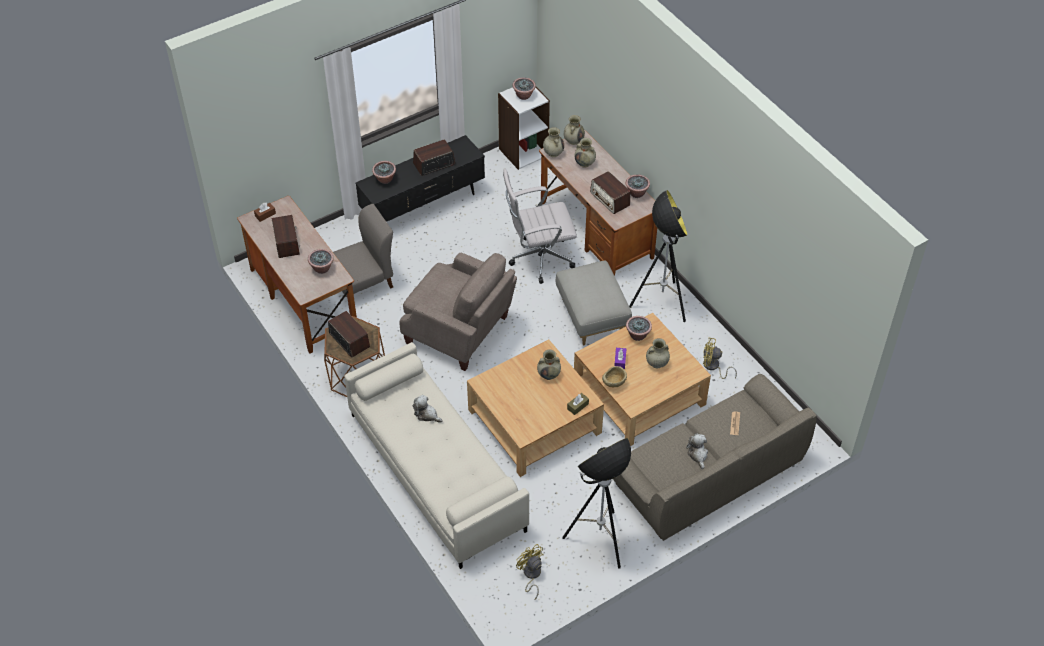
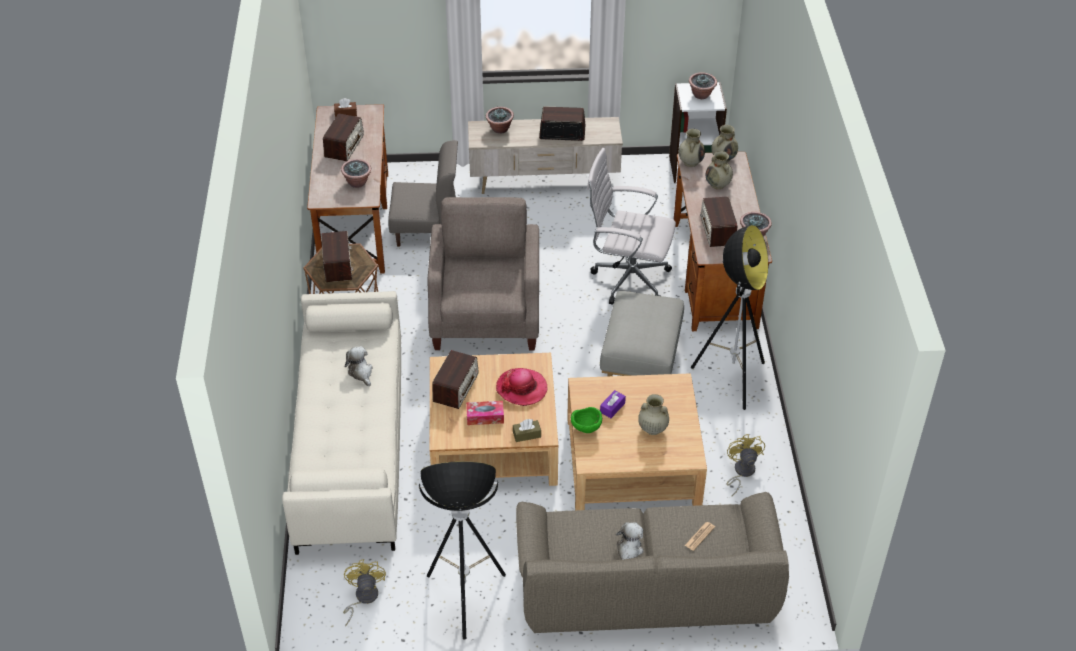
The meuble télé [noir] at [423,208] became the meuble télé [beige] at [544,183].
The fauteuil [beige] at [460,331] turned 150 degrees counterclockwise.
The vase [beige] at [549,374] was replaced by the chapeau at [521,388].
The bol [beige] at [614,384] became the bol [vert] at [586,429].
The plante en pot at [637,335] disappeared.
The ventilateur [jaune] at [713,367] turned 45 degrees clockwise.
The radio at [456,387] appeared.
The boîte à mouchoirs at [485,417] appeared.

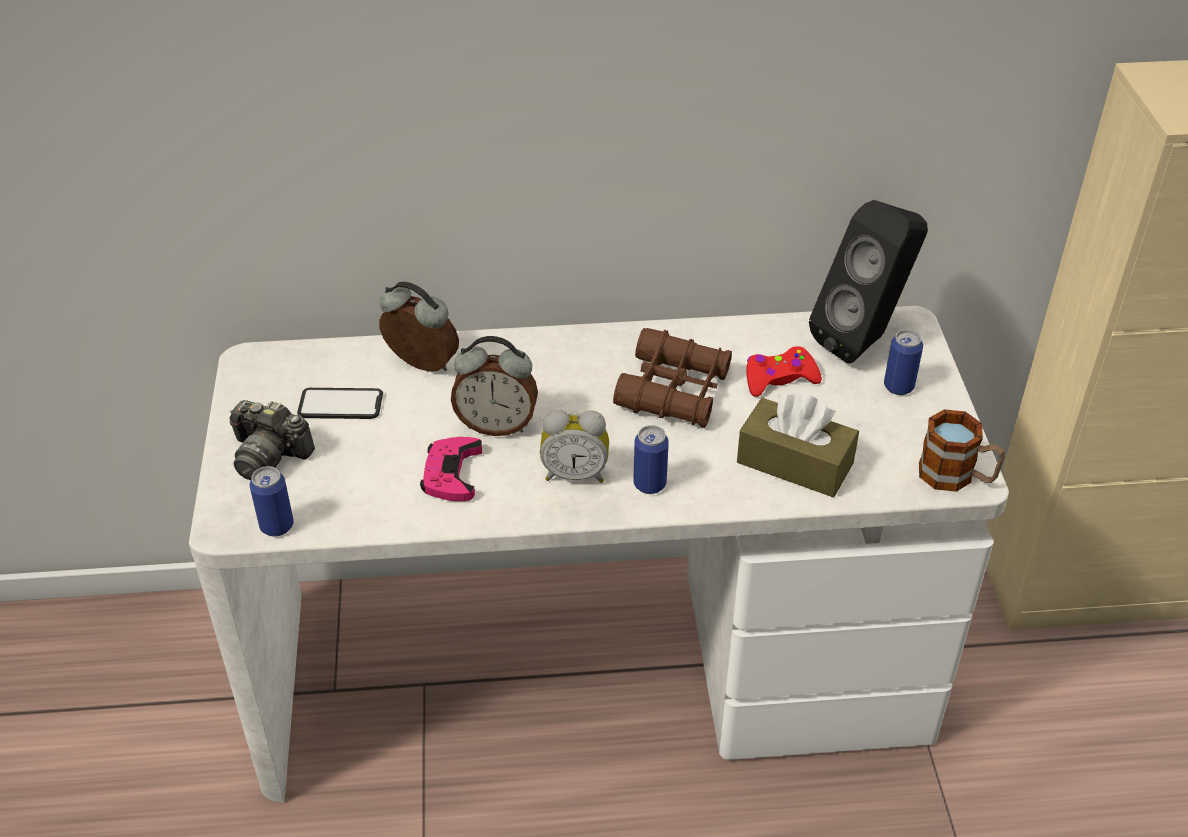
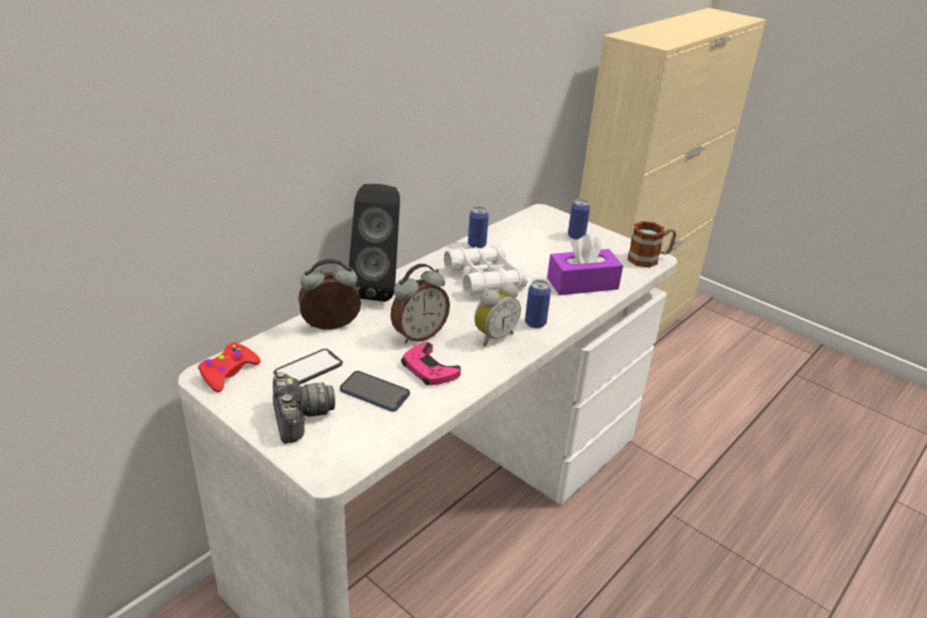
The appareil photo at [269,455] turned 90 degrees counterclockwise.
The boîte métallique moved from [277,526] to [477,245].
The jumelles [marron] at [674,390] became the jumelles [blanc] at [484,279].
The boîte à mouchoirs [marron] at [795,463] became the boîte à mouchoirs [violet] at [582,283].
The manette [rouge] moved from [779,379] to [228,372].
The enceinte [noir] moved from [863,341] to [379,288].
The téléphone at [374,393] appeared.

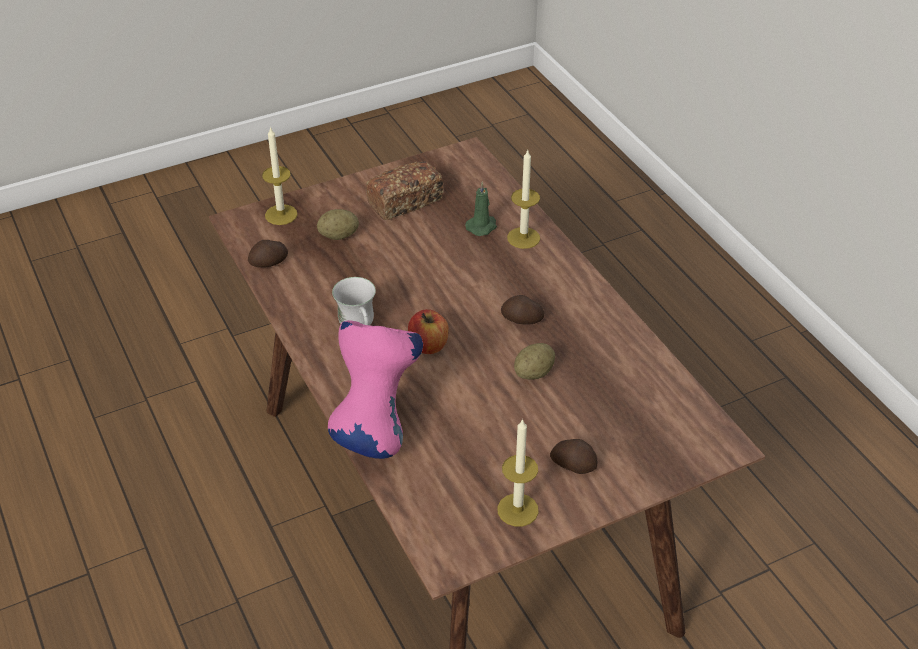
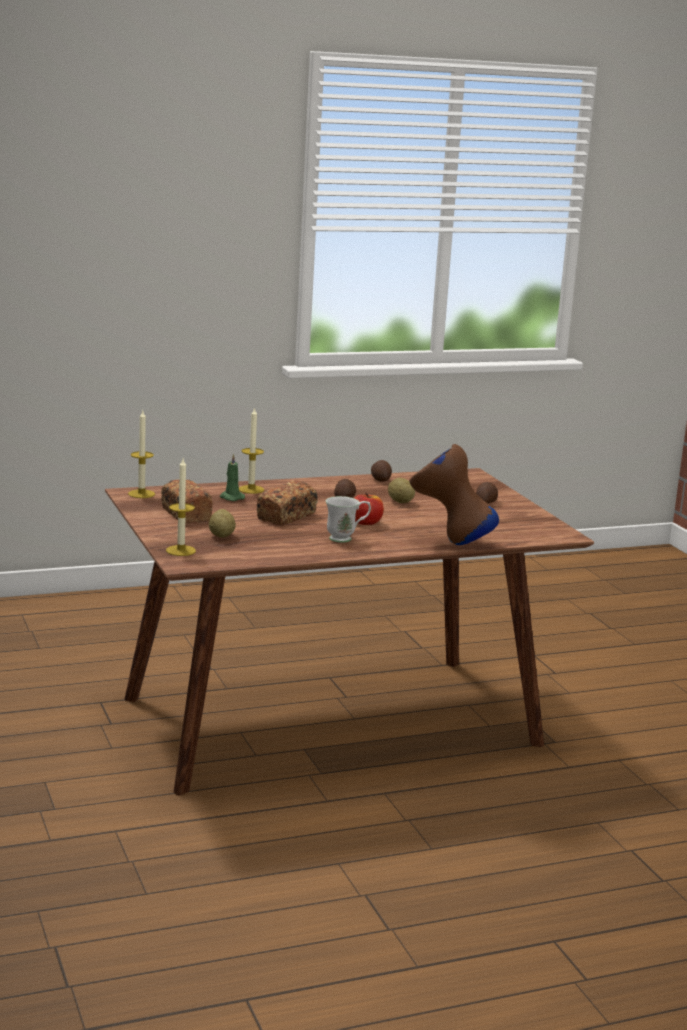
The pomme de terre moved from [269,263] to [380,479].
The vase [rose] at [376,429] became the vase [marron] at [449,541].
The bougie moved from [517,510] to [141,494].
The pain at [286,516] appeared.

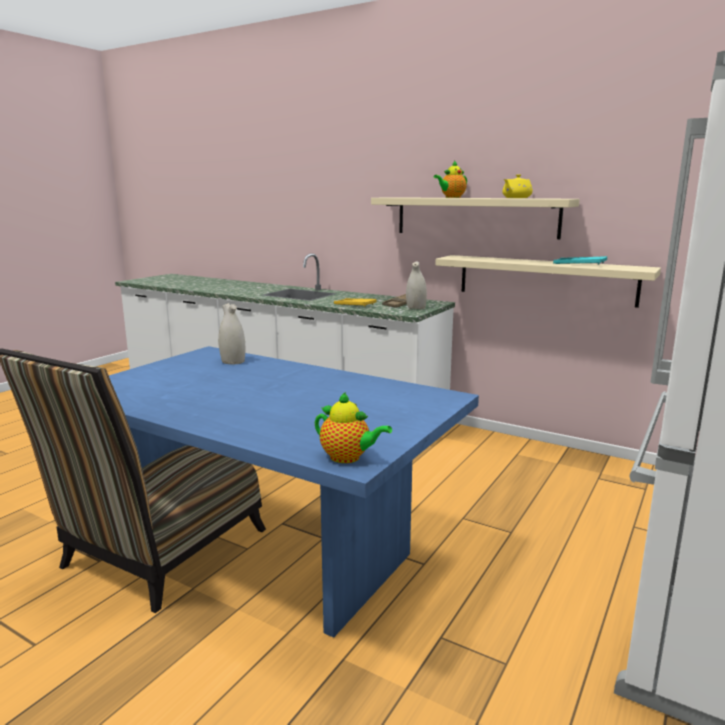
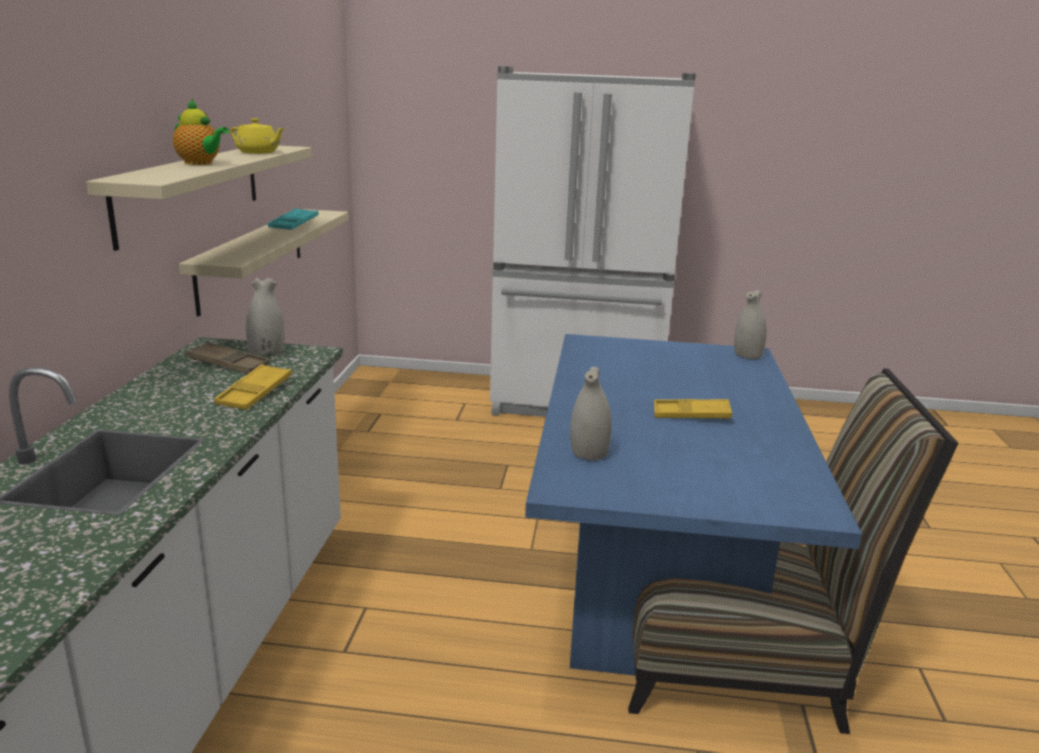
The théière at [348,458] was replaced by the vase [blanc] at [747,355].
The plateau [jaune] at [691,415] appeared.

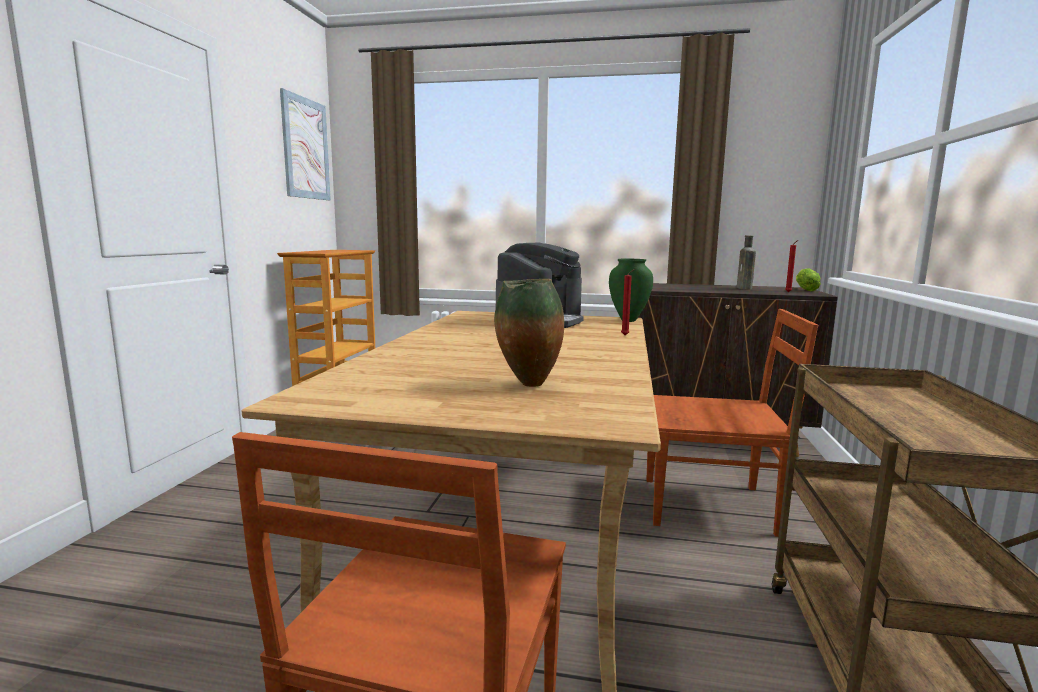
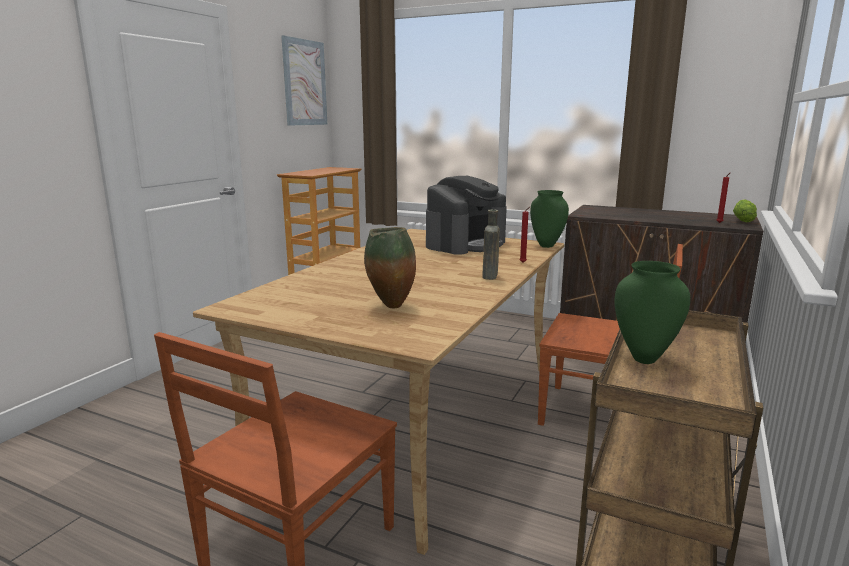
The bouteille [marron] moved from [744,288] to [490,276].
The vase [vert] at [644,358] appeared.

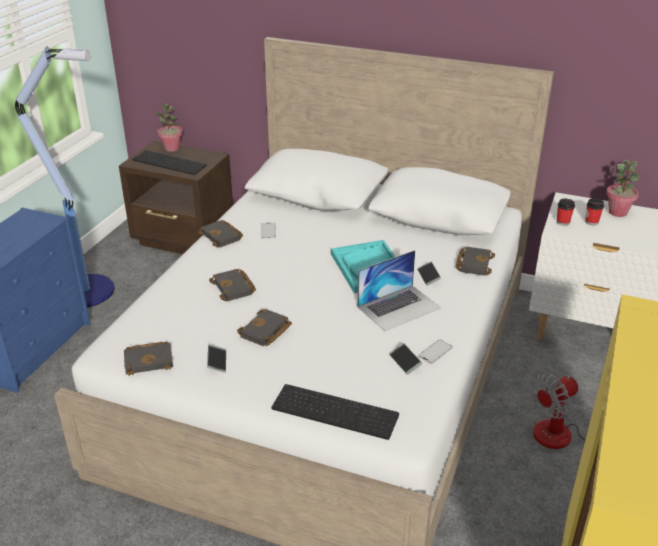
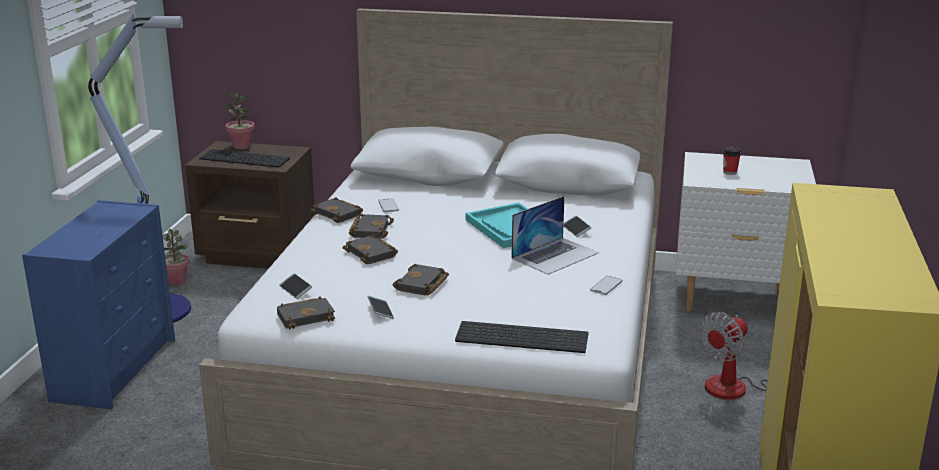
The téléphone moved from [405,362] to [295,290].
The livre [noir] moved from [473,263] to [370,230].
The tasse at [563,222] disappeared.
The plante en pot moved from [618,212] to [177,281].

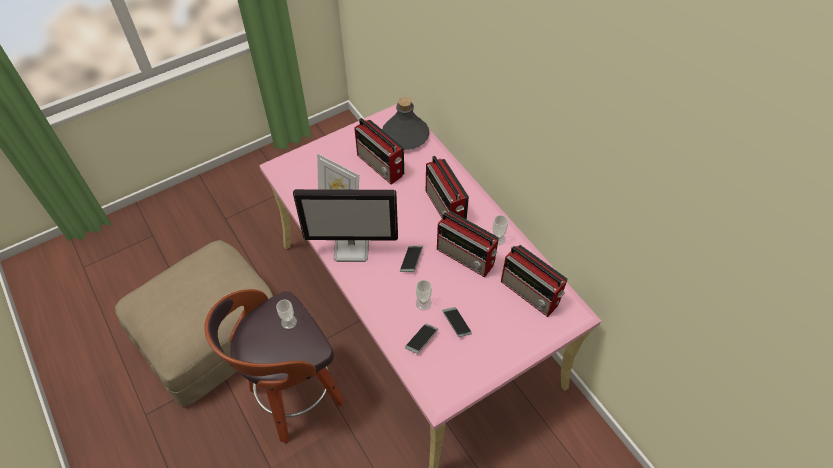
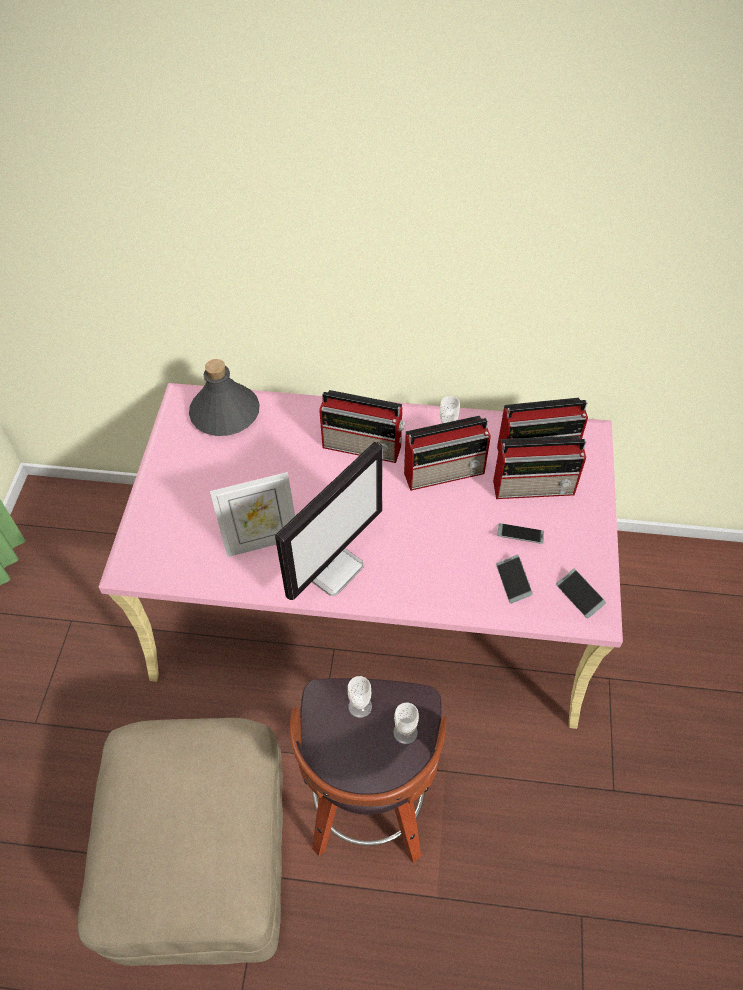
The radio moved from [381,166] to [535,486].
The téléphone moved from [411,260] to [579,596].
The tasse moved from [423,303] to [405,732].

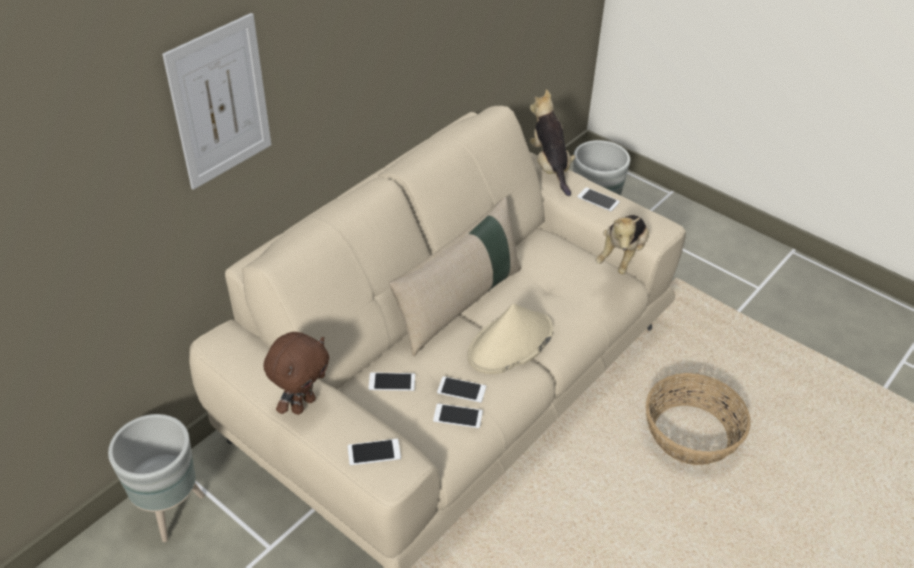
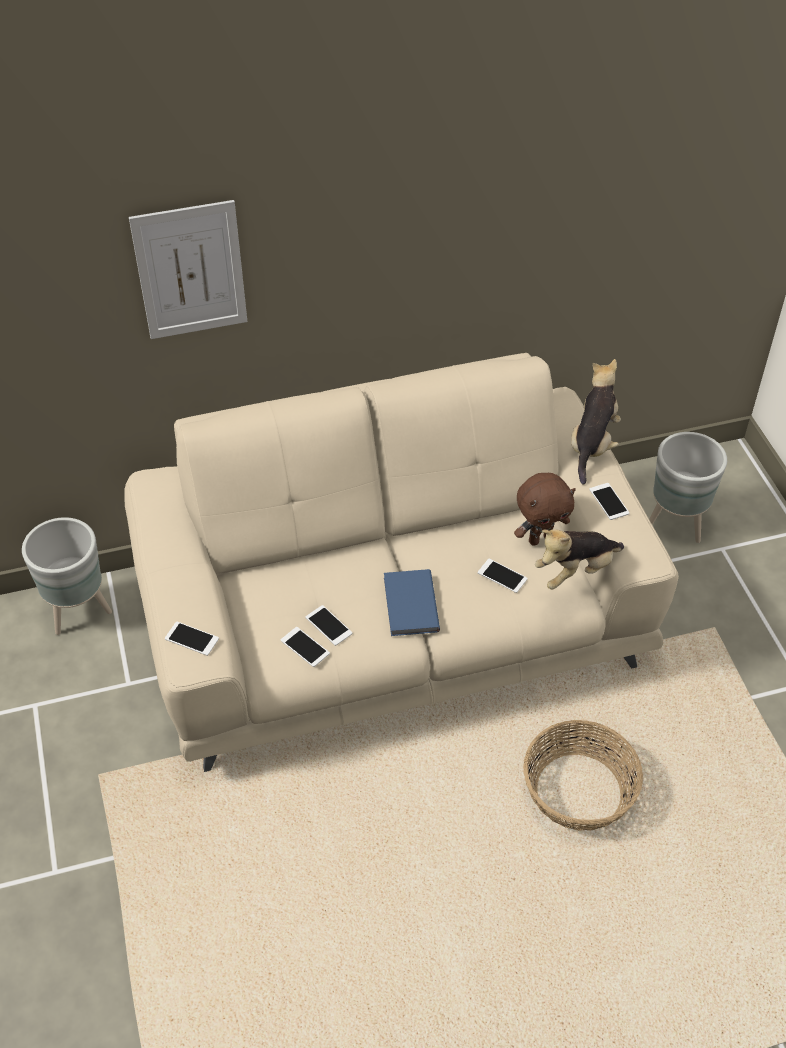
The peluche [marron] moved from [302,404] to [540,539].
The téléphone moved from [392,382] to [502,576].
The coussin [beige] at [459,303] disappeared.
The chapeau [beige] at [510,343] was replaced by the livre [bleu] at [409,605].

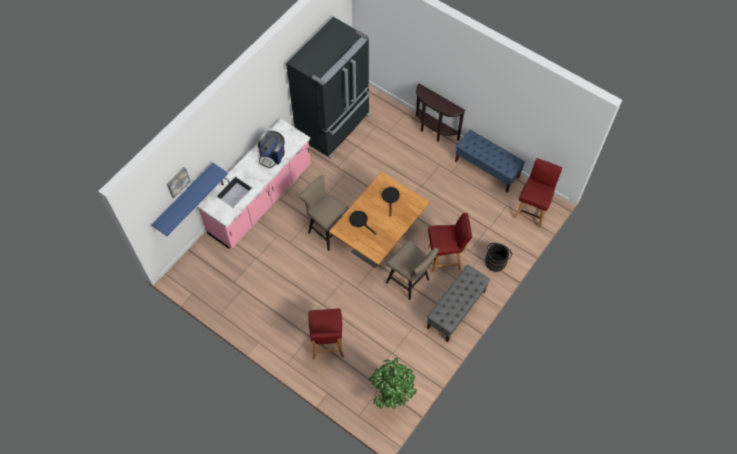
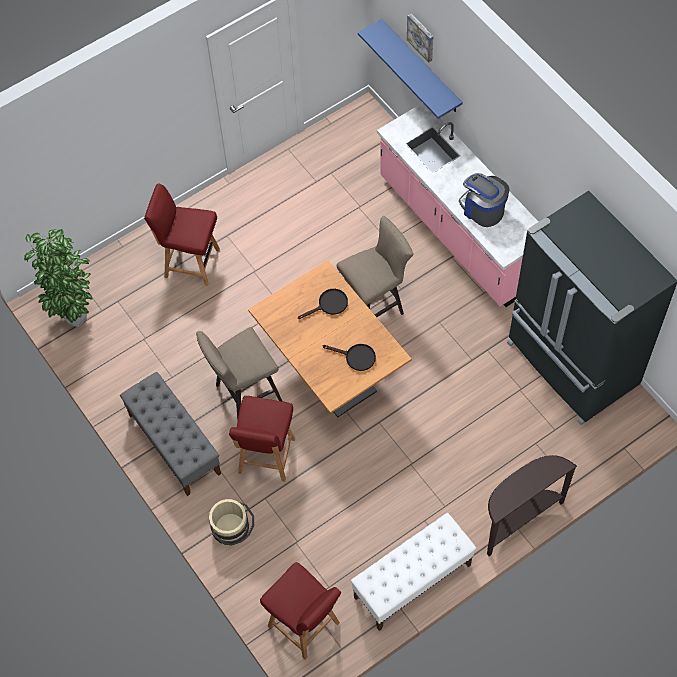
The banc [bleu] at [487,169] became the banc [blanc] at [412,581].
The seau [noir] at [496,260] became the seau [beige] at [233,532].

